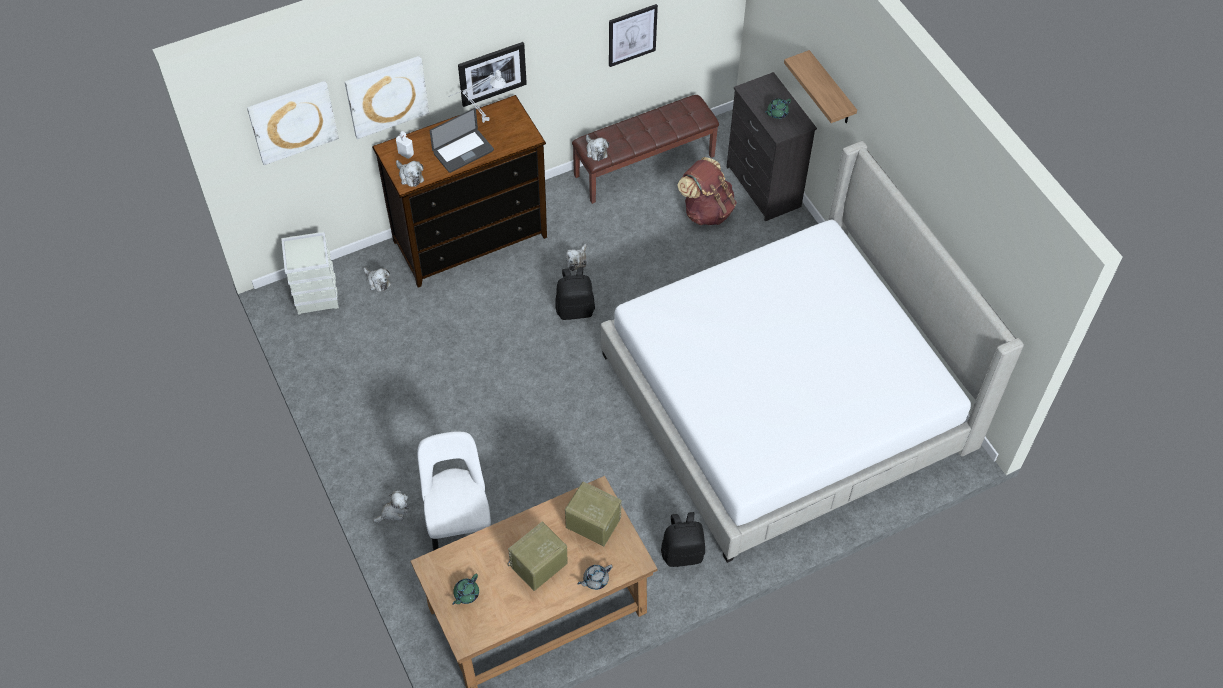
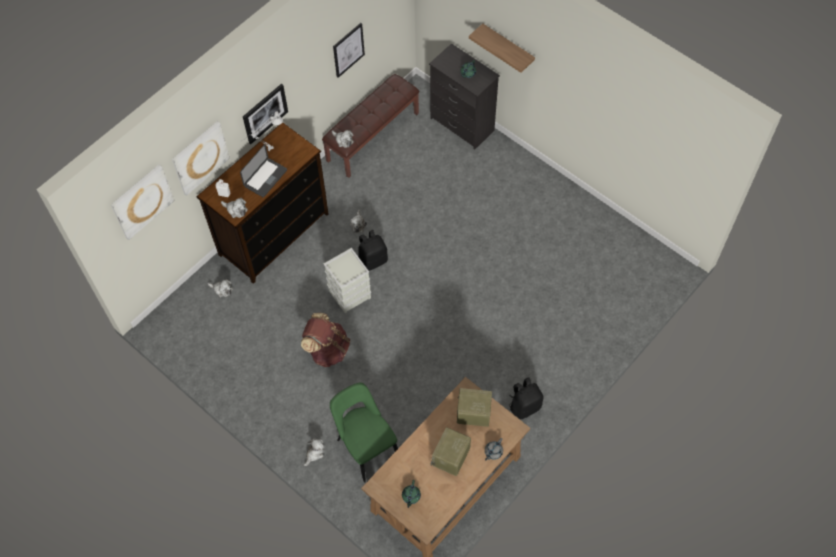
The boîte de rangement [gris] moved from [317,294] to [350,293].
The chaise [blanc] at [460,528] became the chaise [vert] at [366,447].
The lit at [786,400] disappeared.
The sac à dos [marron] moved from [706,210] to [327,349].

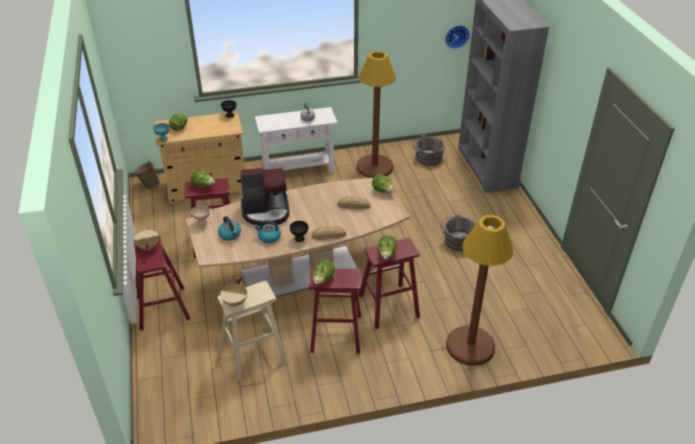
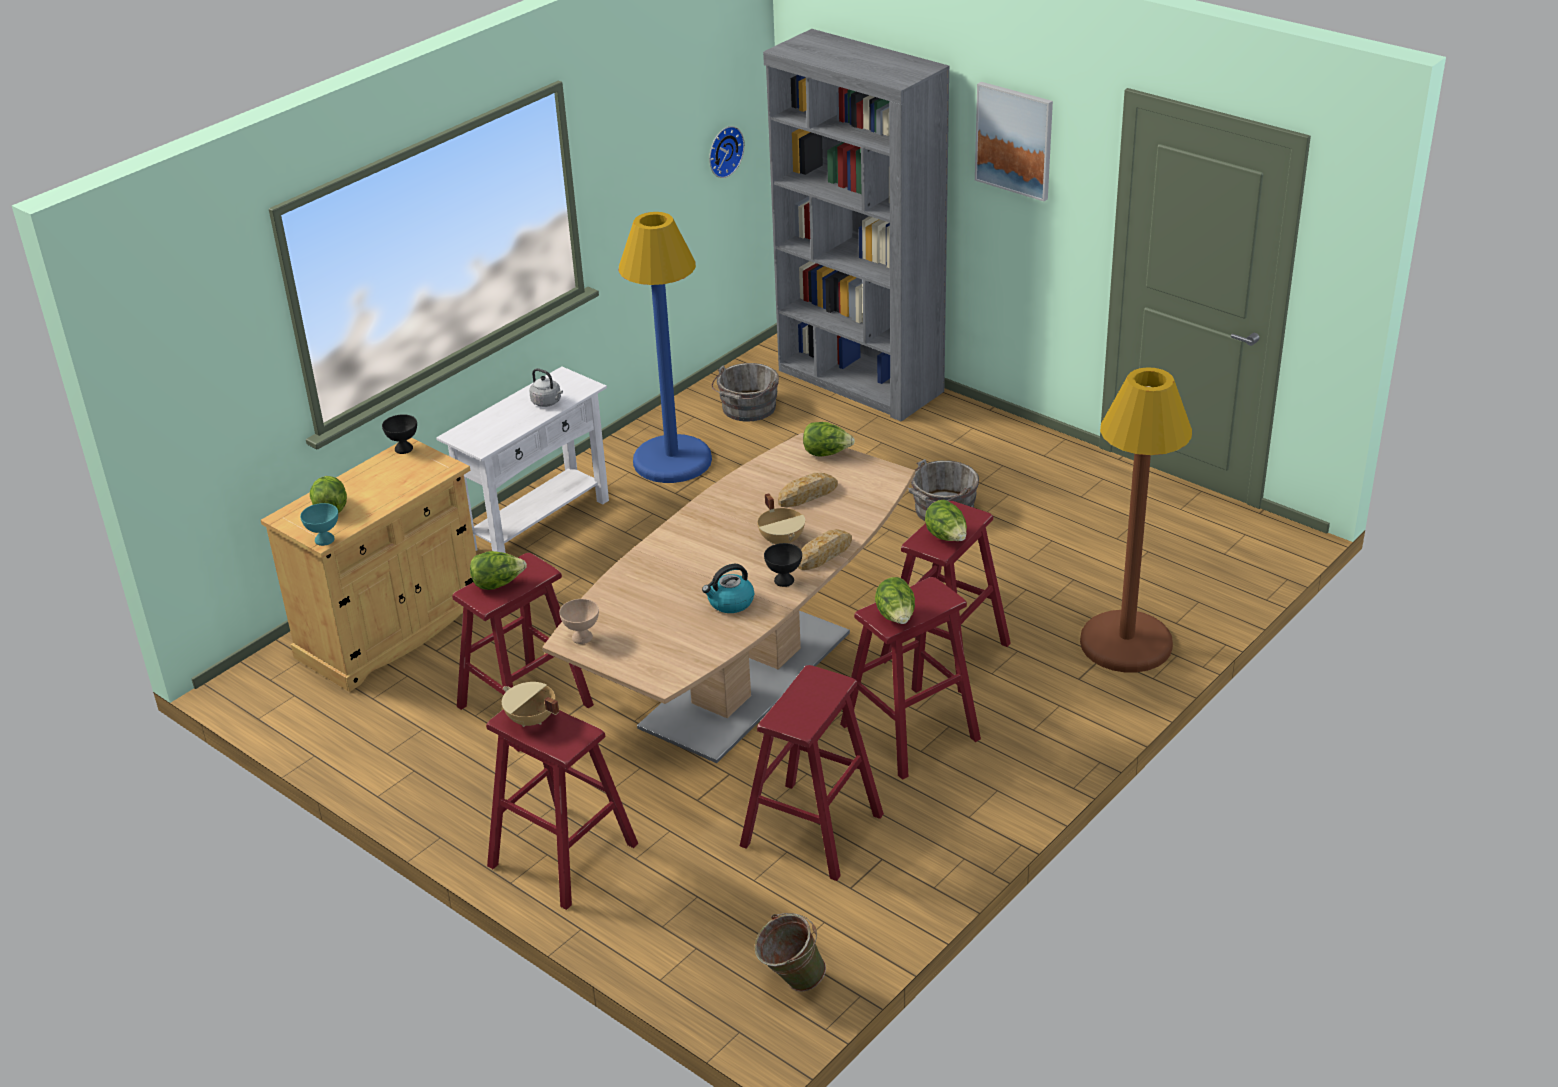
The seau [vert] moved from [148,185] to [790,981].
The tabouret [beige] at [253,353] became the tabouret [rouge] at [812,830].
The bouilloire at [230,235] disappeared.
The marmite [beige] moved from [235,302] to [782,540].
The machine à café at [266,211] disappeared.
The lampadaire [marron] at [374,167] became the lampadaire [bleu] at [672,461].
The tableau at [1014,140] appeared.

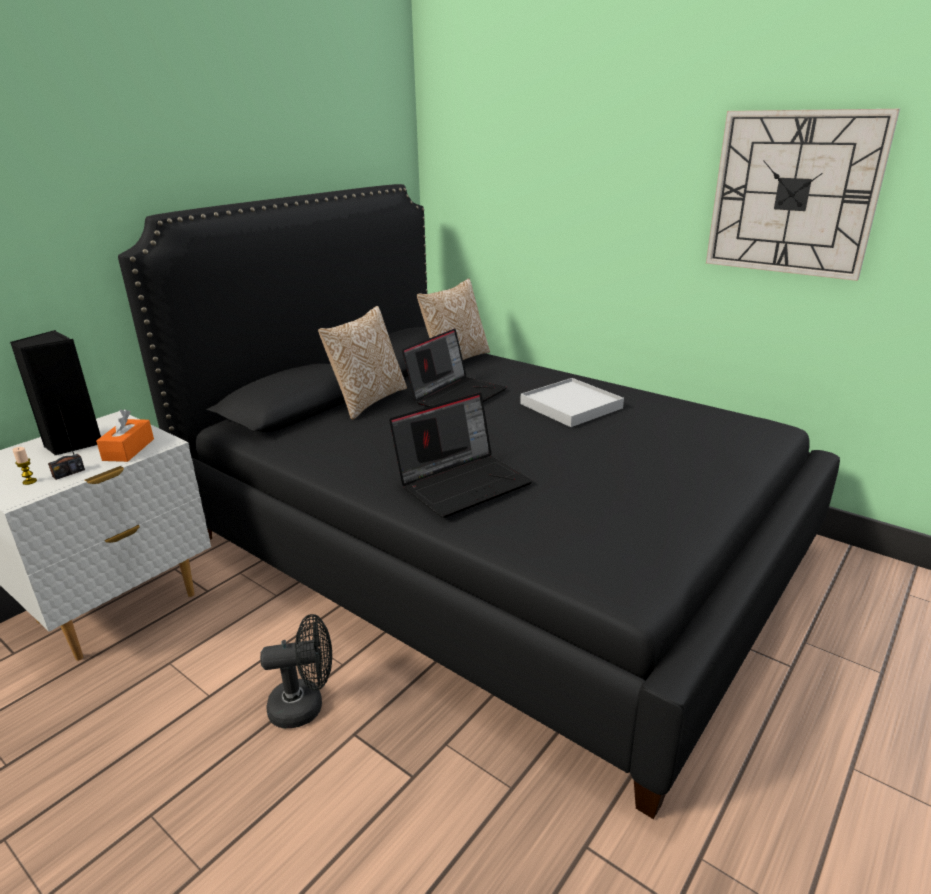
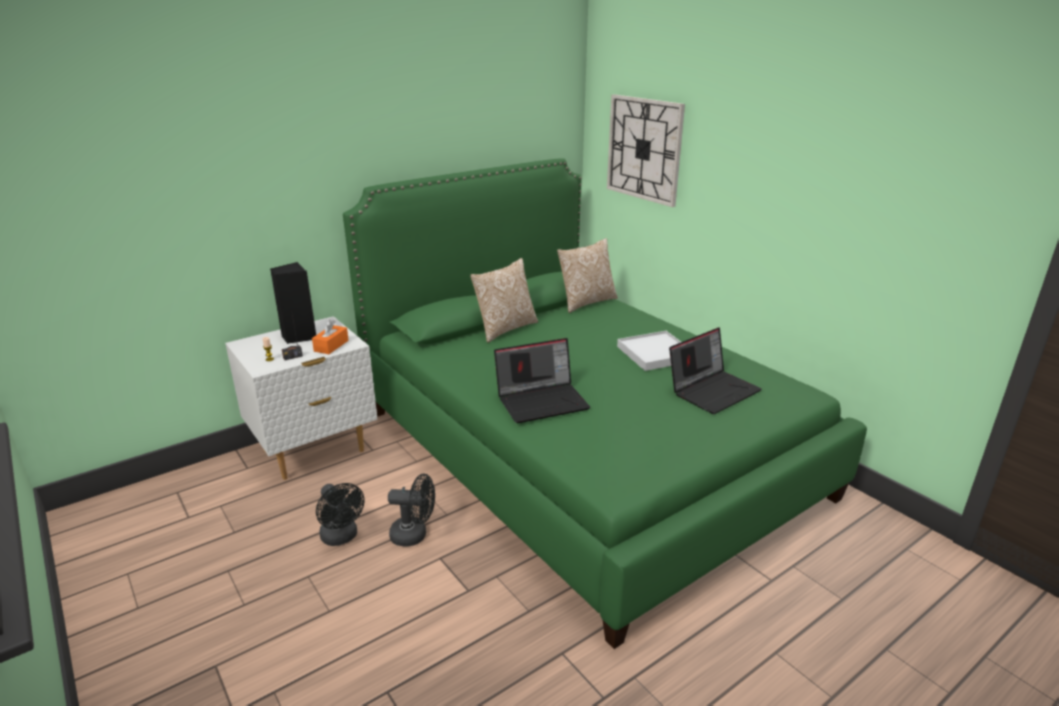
The lit [noir] at [491,544] became the lit [vert] at [582,451].
The ordinateur portable moved from [456,395] to [713,390].
The horloge murale moved from [793,194] to [644,149].
The ventilateur [noir] at [342,537] appeared.

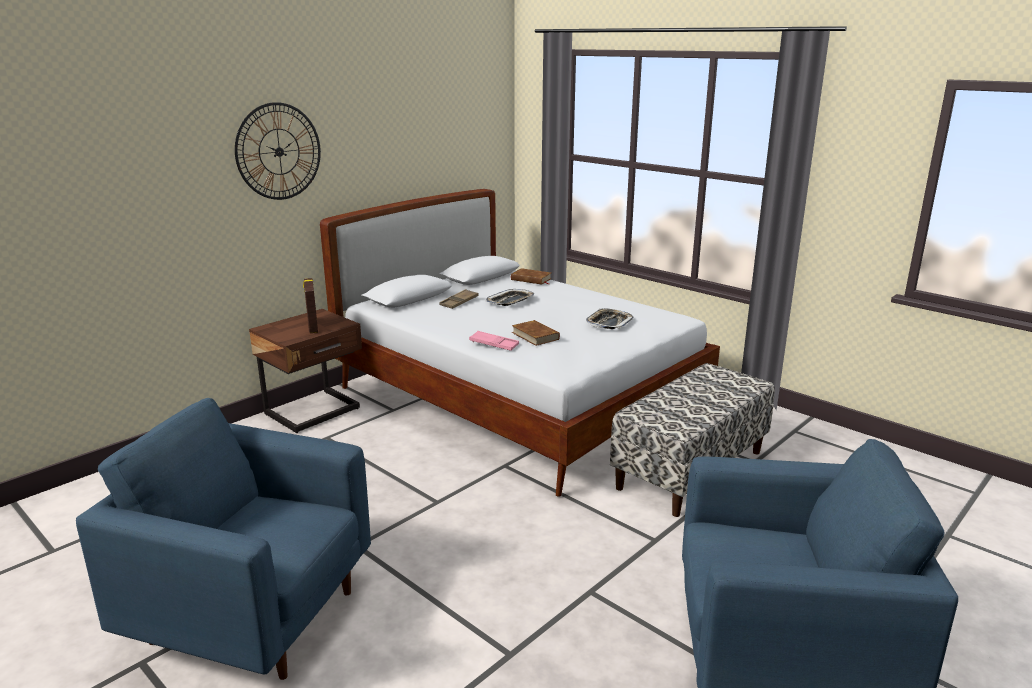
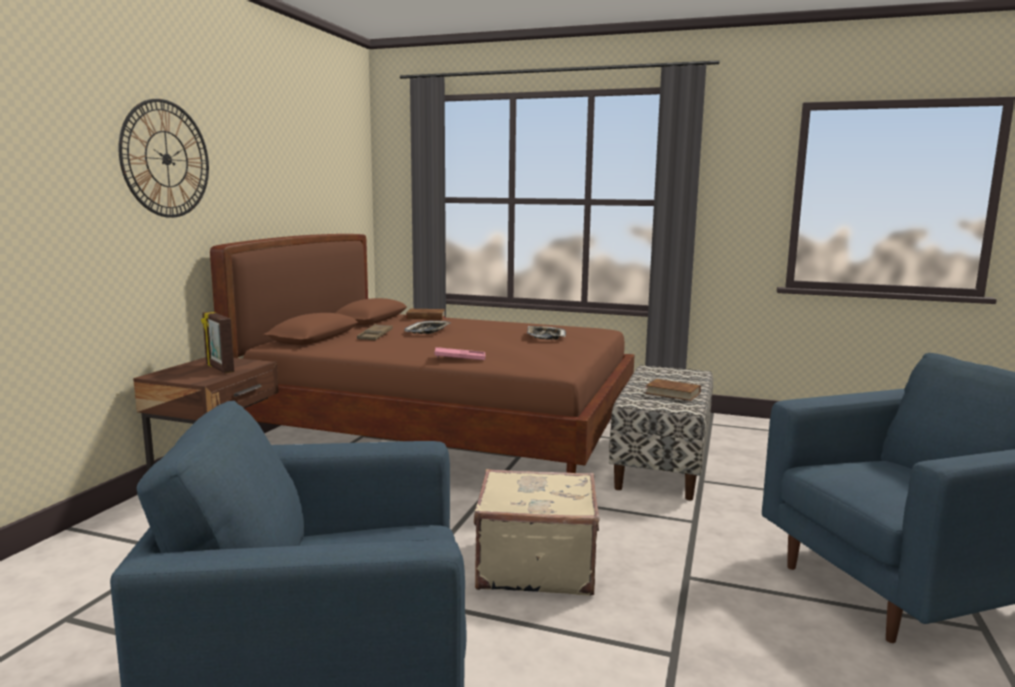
The lit [blanc] at [518,398] became the lit [marron] at [445,435].
The livre [marron] moved from [535,336] to [672,393].
The valise [beige] at [535,565] appeared.

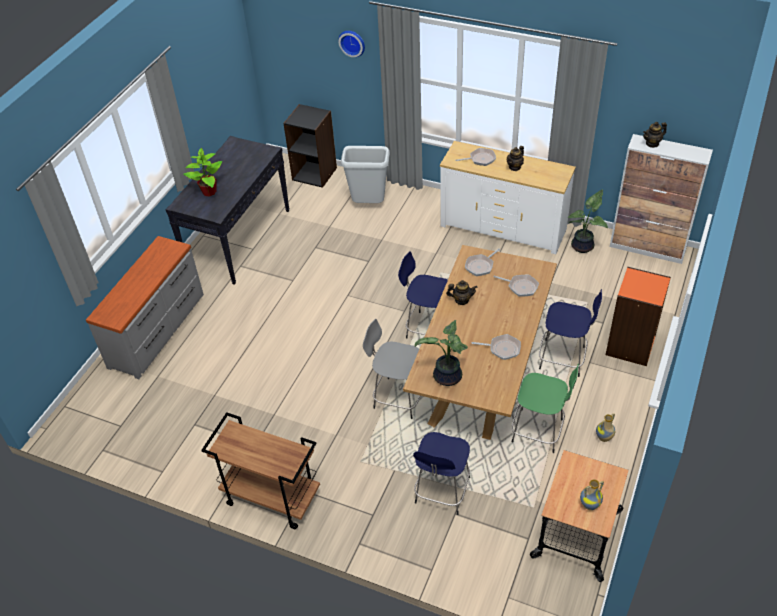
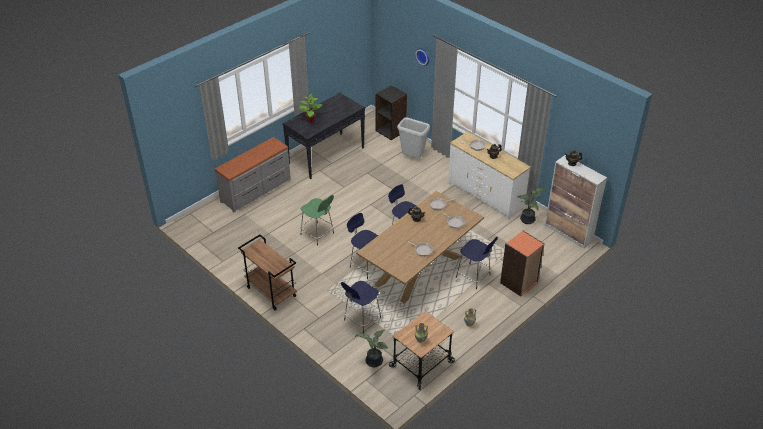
The tabouret [gris] at [397,397] became the tabouret [bleu] at [366,266].
The plante en pot moved from [446,378] to [373,362].
The tabouret [vert] moved from [539,431] to [318,234].

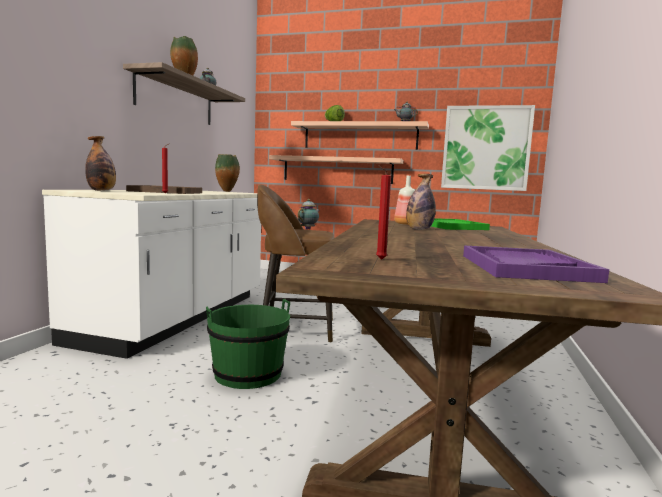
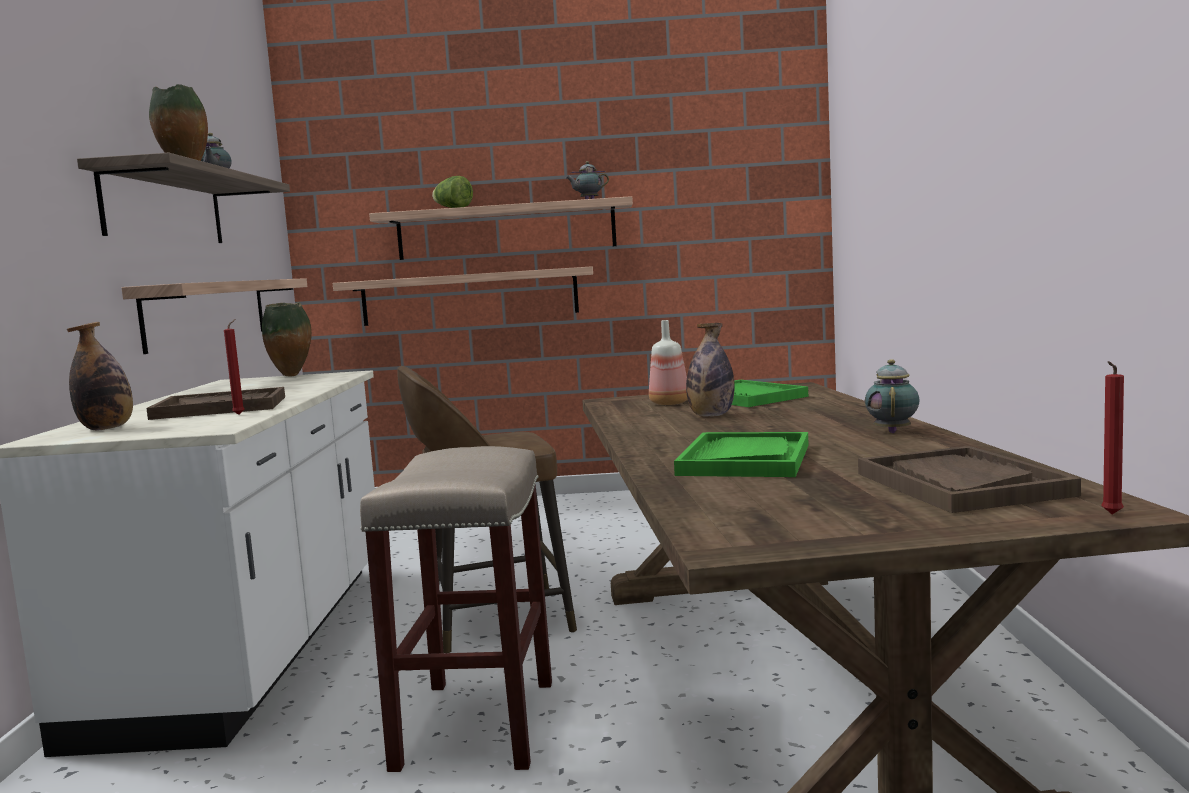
The seau [vert] at [248,374] was replaced by the tabouret [beige] at [476,722].
The théière moved from [308,229] to [892,431].
The bougie [rouge] moved from [379,259] to [1110,515].
The tableau at [486,148] disappeared.
The plateau [violet] at [524,267] became the plateau [marron] at [960,484].
The étagère at [208,312] appeared.
The plateau [vert] at [744,459] appeared.

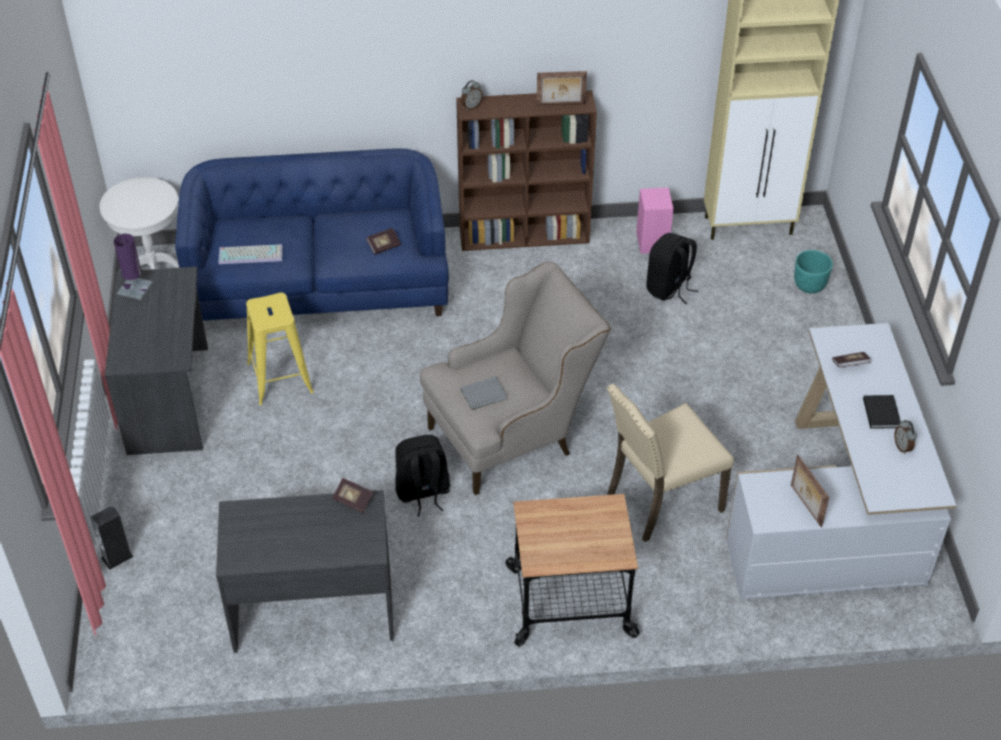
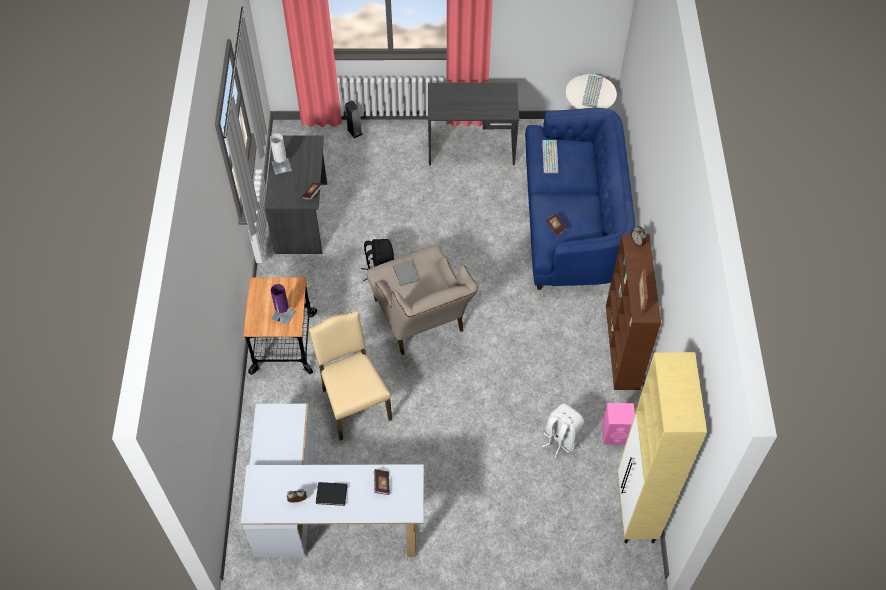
The lampe de table [violet] moved from [135,288] to [283,315].
The tabouret [jaune] at [279,377] disappeared.
The sac à dos [noir] at [669,288] became the sac à dos [blanc] at [561,438].
The cadre photo at [805,506] disappeared.
The cache-pot [turquoise] at [810,286] disappeared.
The lampe de table [blanc] at [281,166] appeared.
The clavier at [593,92] appeared.

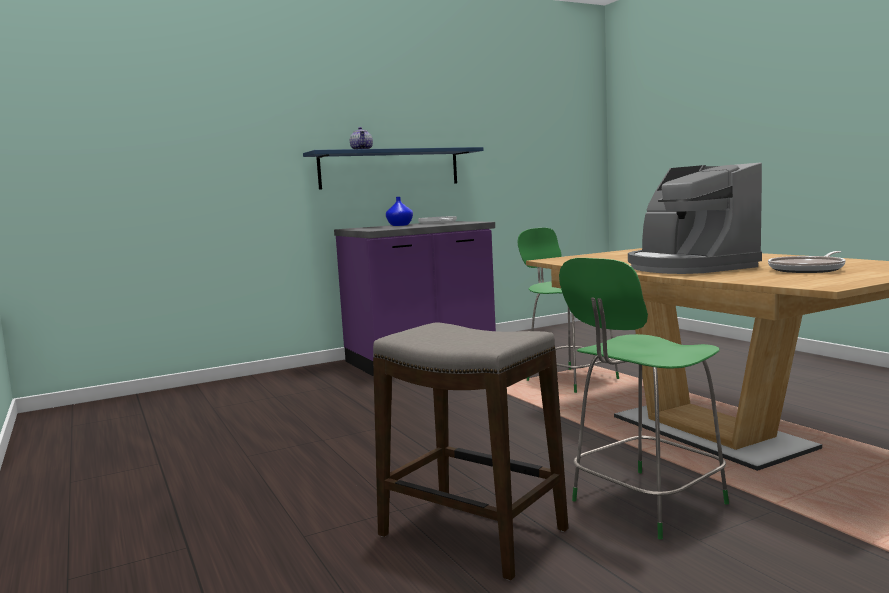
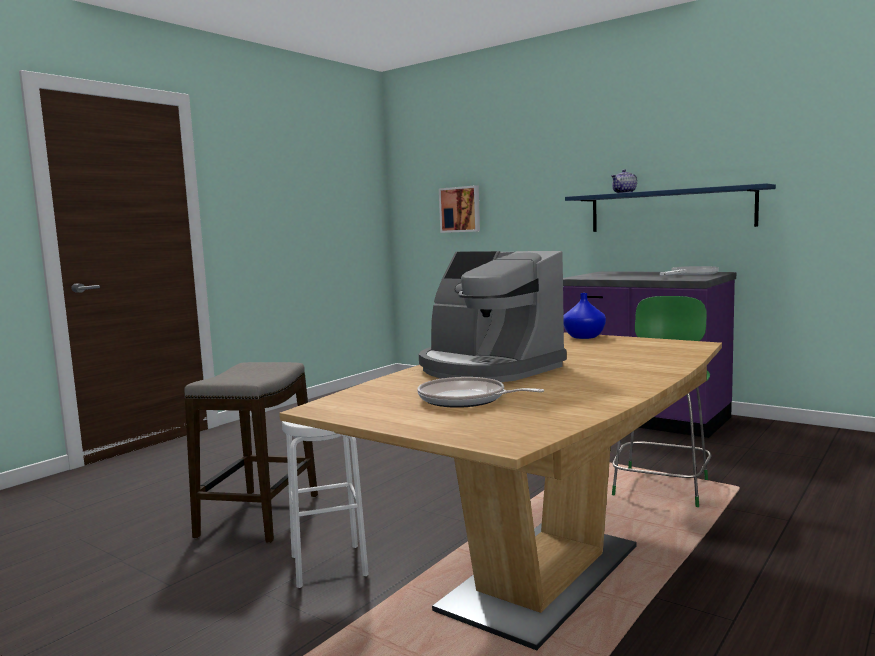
The vase [bleu] moved from [399,225] to [583,337].
The chaise [vert] at [645,503] was replaced by the tabouret [blanc] at [328,565].
The machine à café at [688,267] turned 90 degrees counterclockwise.
The tableau at [460,209] appeared.

